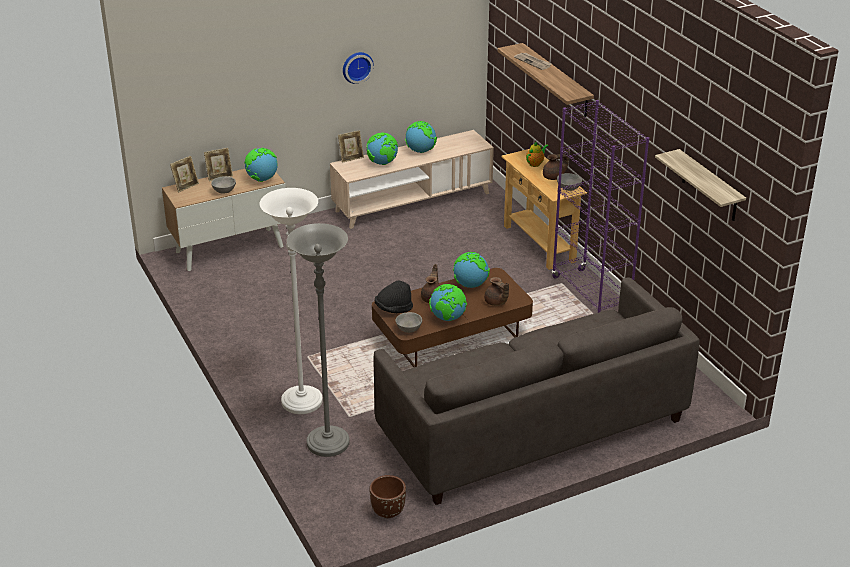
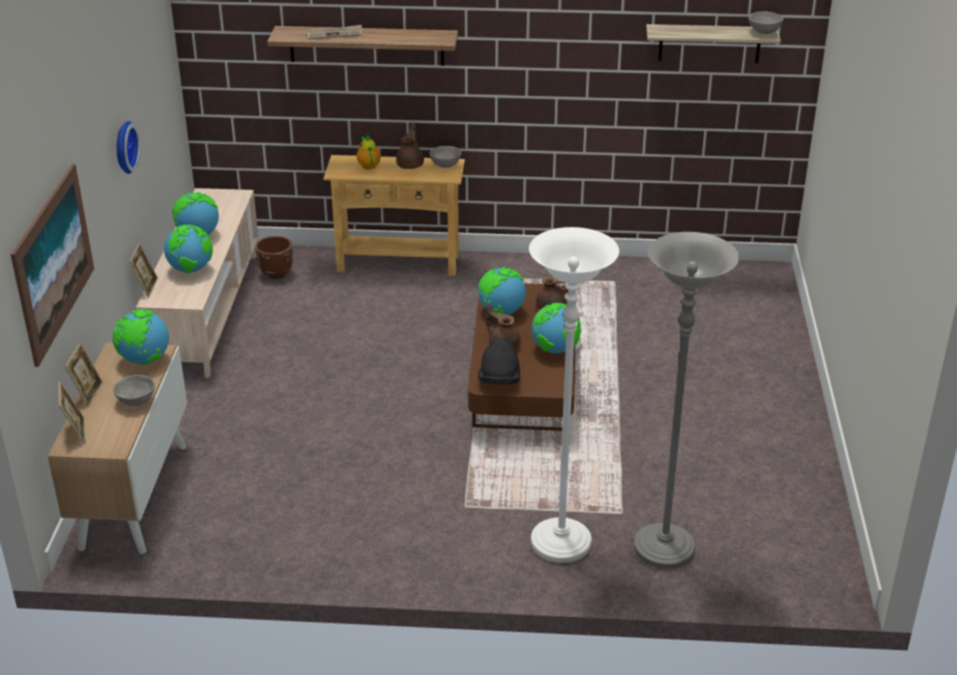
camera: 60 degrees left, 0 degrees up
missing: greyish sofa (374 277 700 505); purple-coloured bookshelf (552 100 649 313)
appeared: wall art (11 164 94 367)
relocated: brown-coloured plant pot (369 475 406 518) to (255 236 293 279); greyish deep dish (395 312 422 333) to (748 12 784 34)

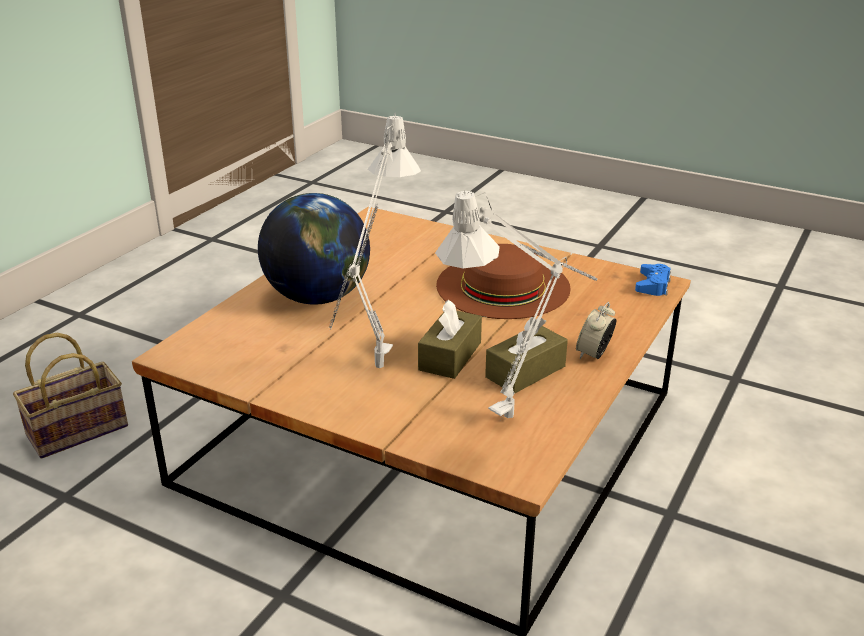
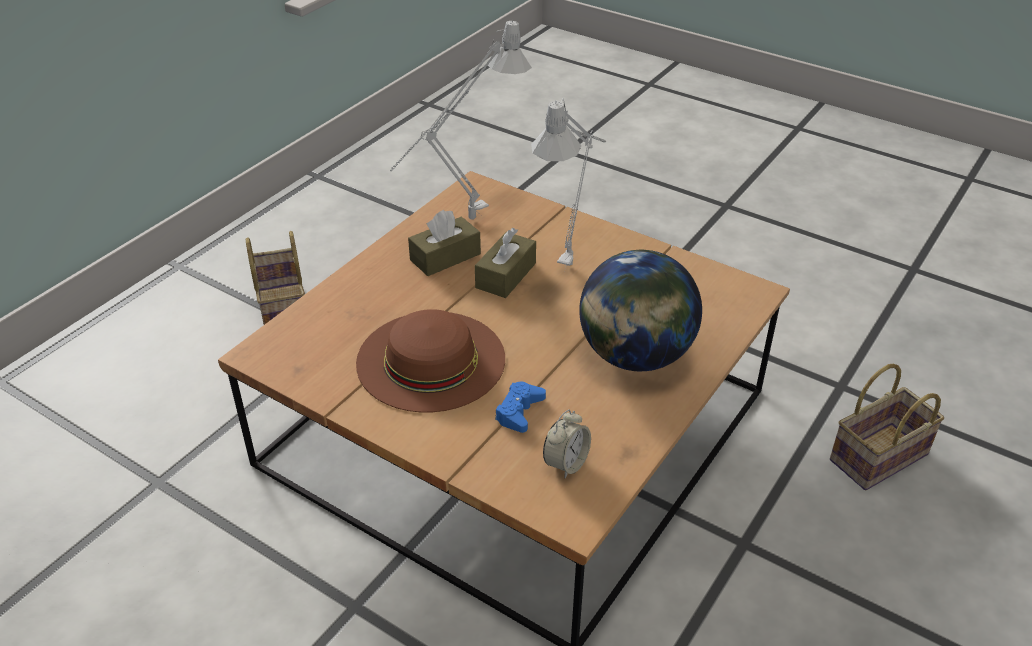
camera: 175 degrees left, 10 degrees up
appeared: household basket (246 231 305 325)
relocated: alarm clock (576 302 616 359) to (543 409 591 478); blue-coloured gamepad (635 264 671 296) to (495 382 546 433)

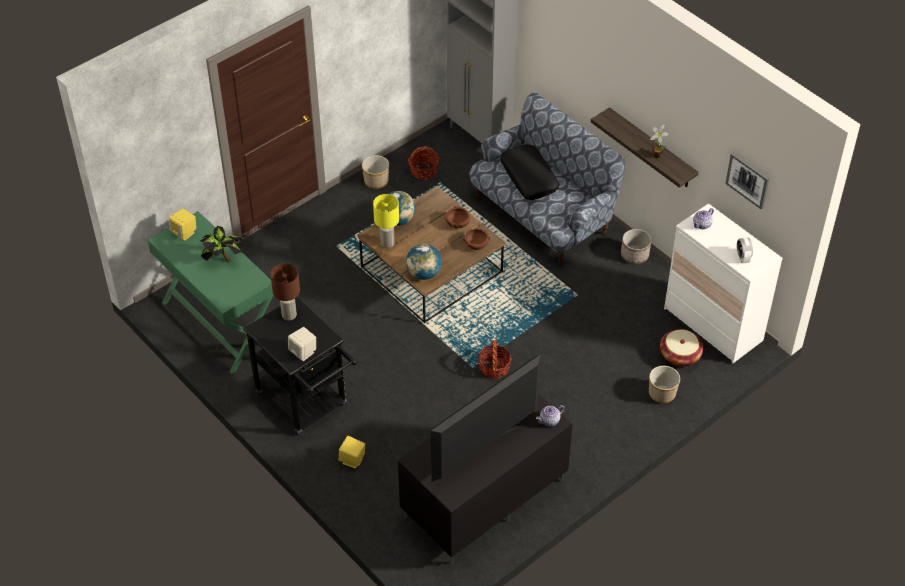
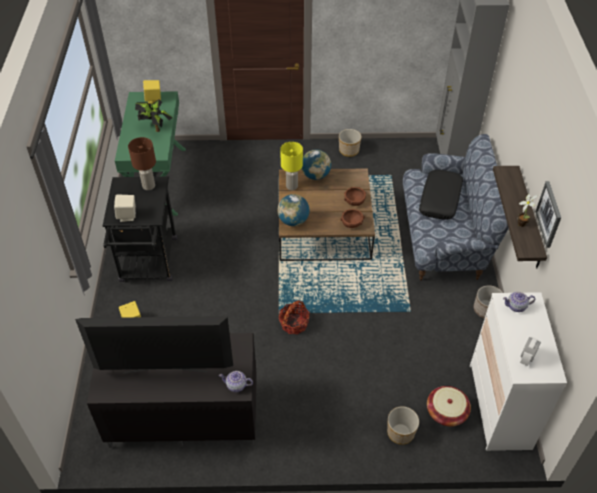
camera: 40 degrees right, 0 degrees up
missing: household basket (408 146 439 180)
relocated: wall art (725 153 769 209) to (535 181 561 248)

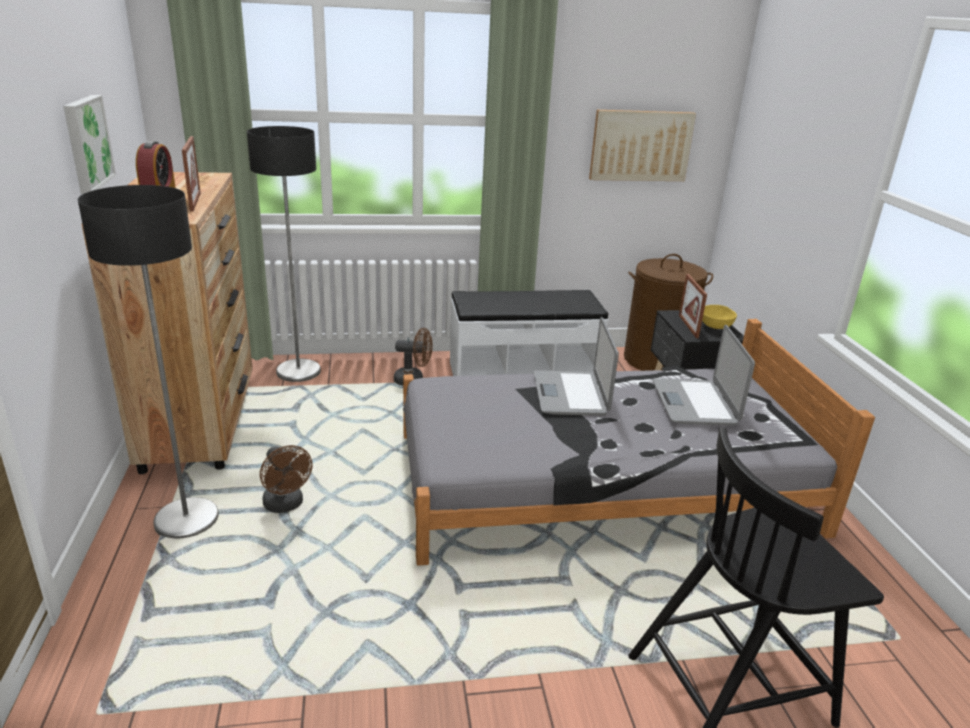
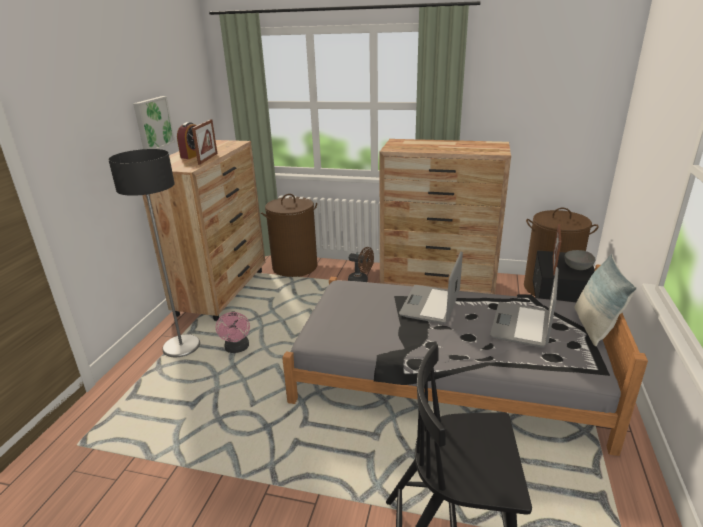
camera: 25 degrees right, 0 degrees up
missing: wall art (589 110 696 181)
appeared: cushion (575 254 637 346)
exchanged: standing lamp (247 126 321 382) to brown-coloured laundry basket (261 194 317 277); white-coloured long seat (450 290 608 376) to brown-coloured drawer chest (379 139 511 294)
colour: brown-coloured cooling fan (260 445 312 513) to pink cooling fan (216 312 250 353); yellowish deep dish (702 305 737 329) to greyish deep dish (565 250 596 270)

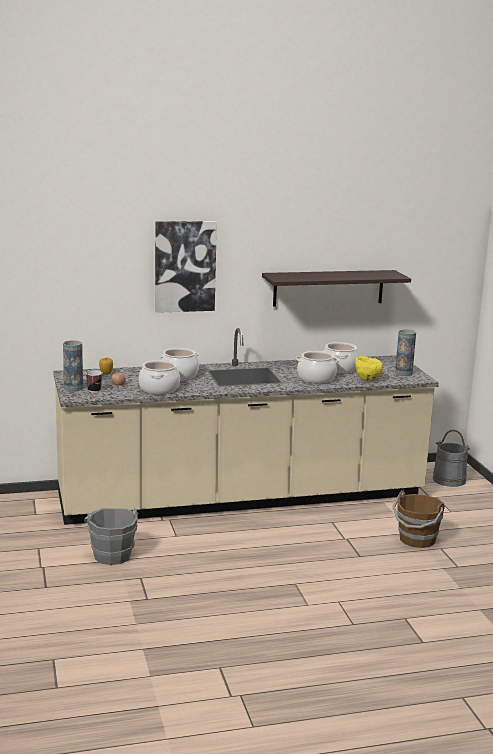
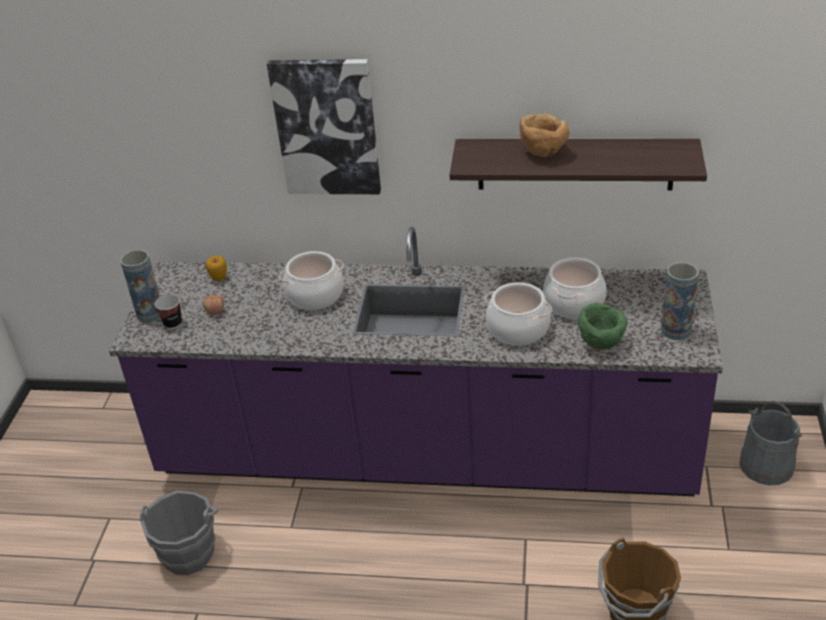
camera: 25 degrees right, 20 degrees up
missing: cooking pot (139 360 180 395)
appeared: brown-coloured deep dish (520 113 569 157)
colour: sand-coloured counter (53 328 439 525) to purple-coloured counter (109 227 723 496); yellowish deep dish (355 356 382 381) to green deep dish (578 303 627 350)

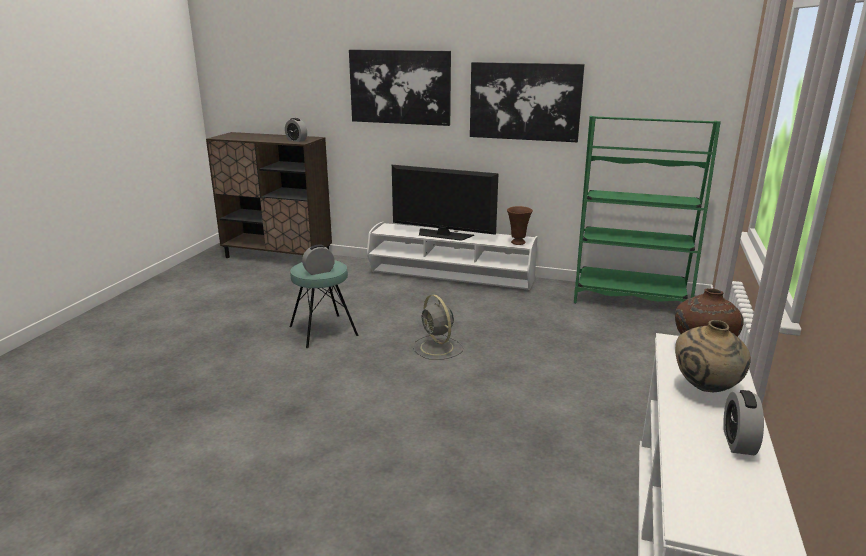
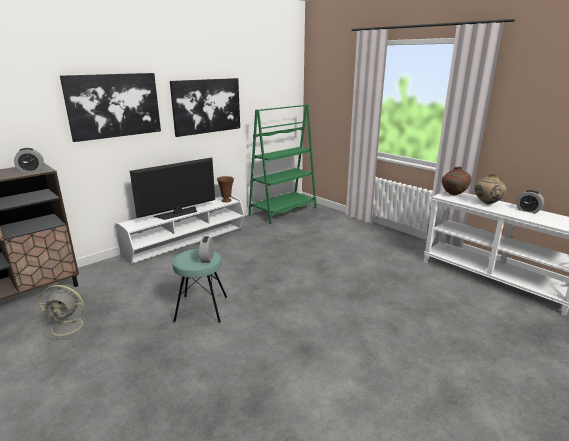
camera: 60 degrees left, 0 degrees up
relocated: greyish cooling fan (413 295 463 360) to (39 285 92 340)

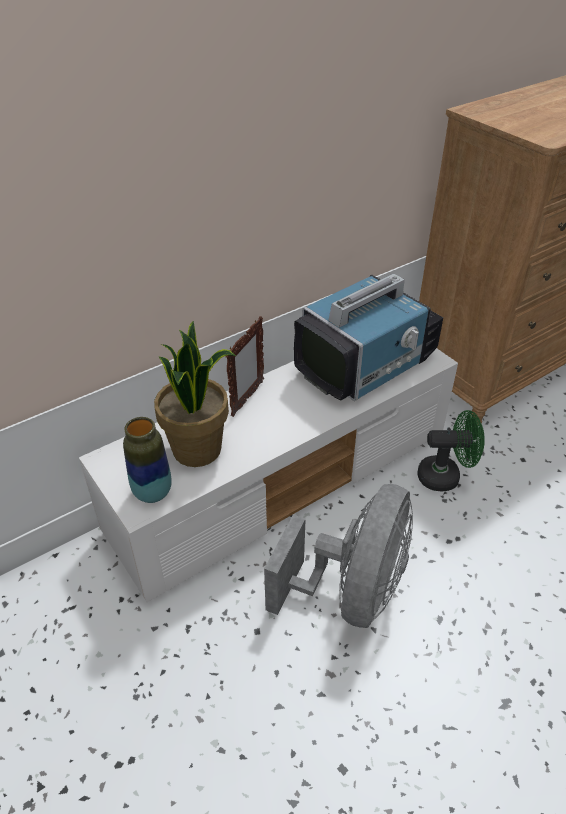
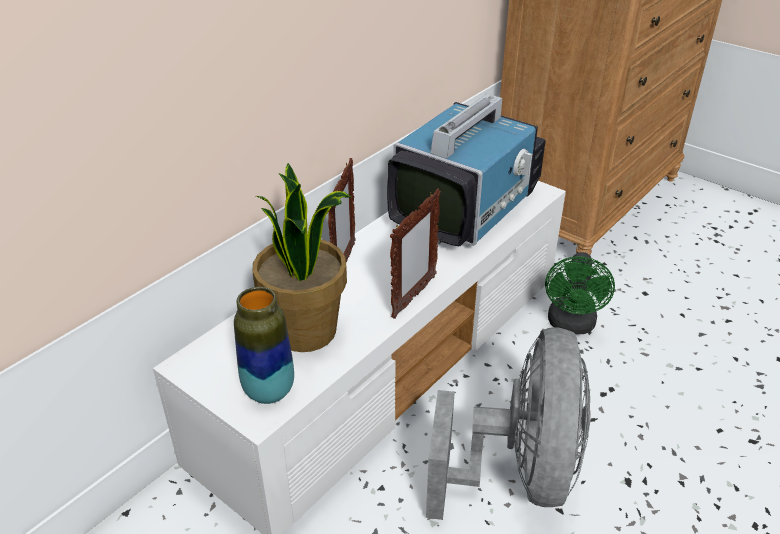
camera: 15 degrees left, 5 degrees down
appeared: picture frame (390 188 441 319)
spun: green cooling fan (417 410 485 491) = (545 252 615 334) 120 degrees clockwise

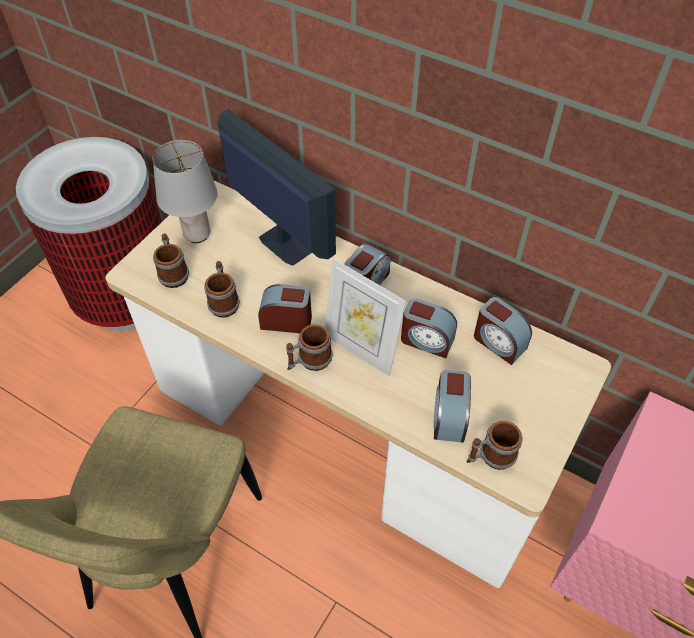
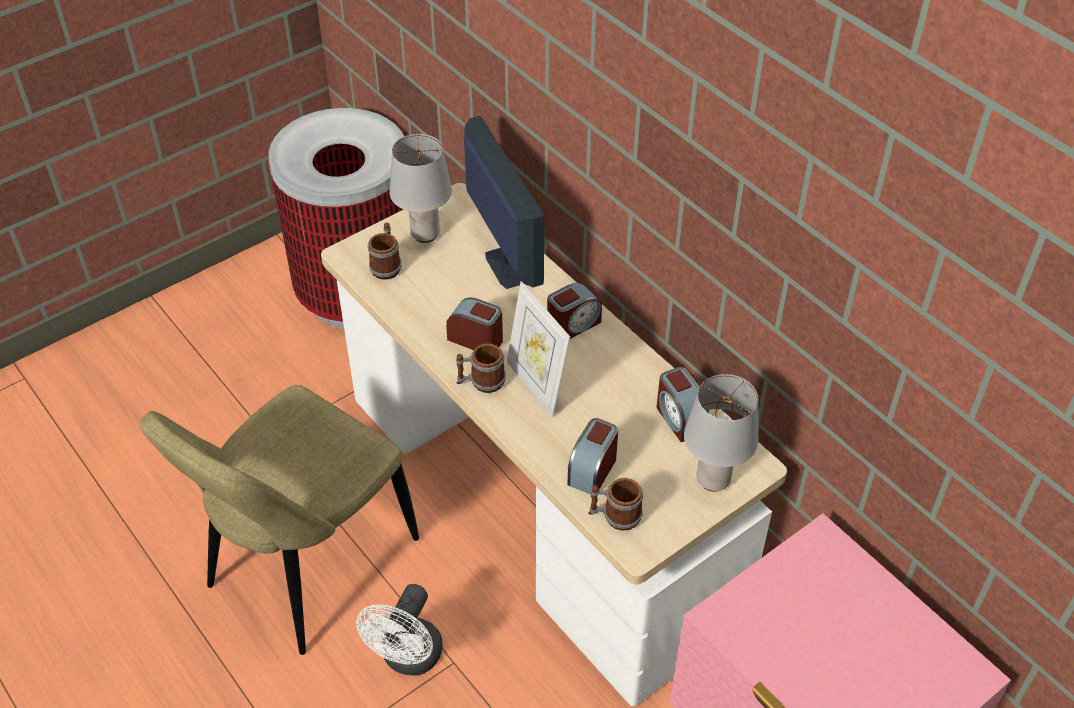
camera: 20 degrees right, 5 degrees down
missing: coffee mug (204 261 240 318); alarm clock (401 298 457 358)
appeared: white-coloured cooling fan (356 584 443 675); greyish tabletop lamp (684 374 759 492)

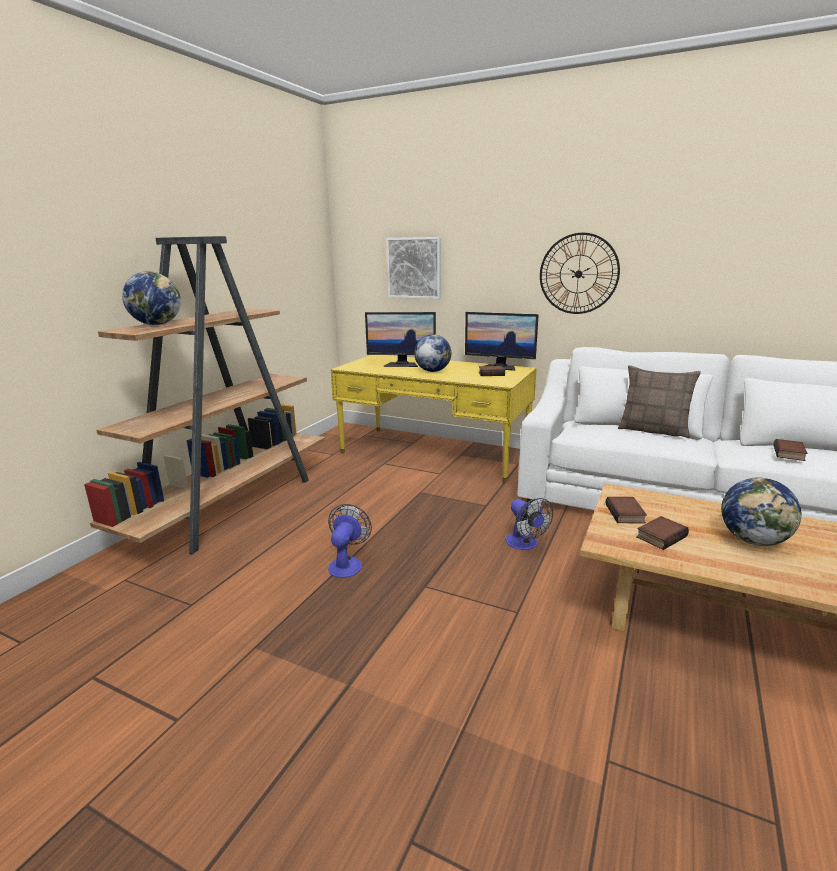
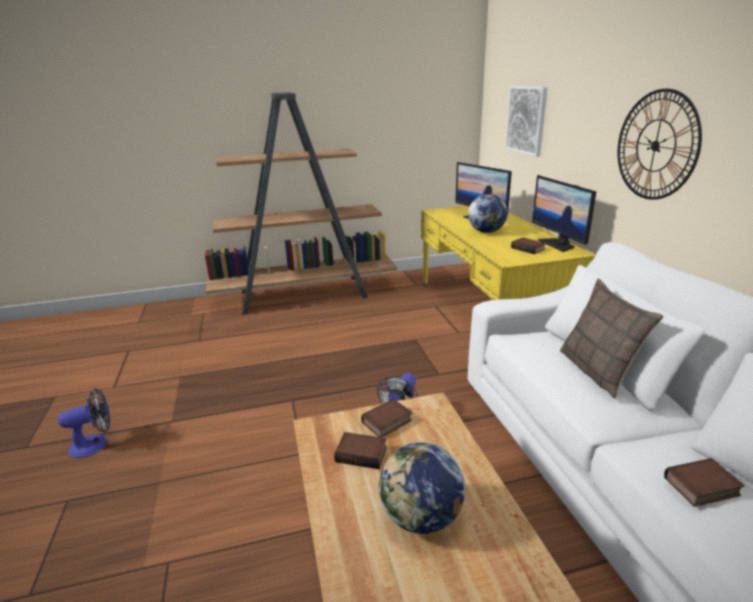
camera: 50 degrees right, 5 degrees up
missing: desk globe (122 271 181 325)
relocated: cooling fan (328 504 372 578) to (58 388 110 458)

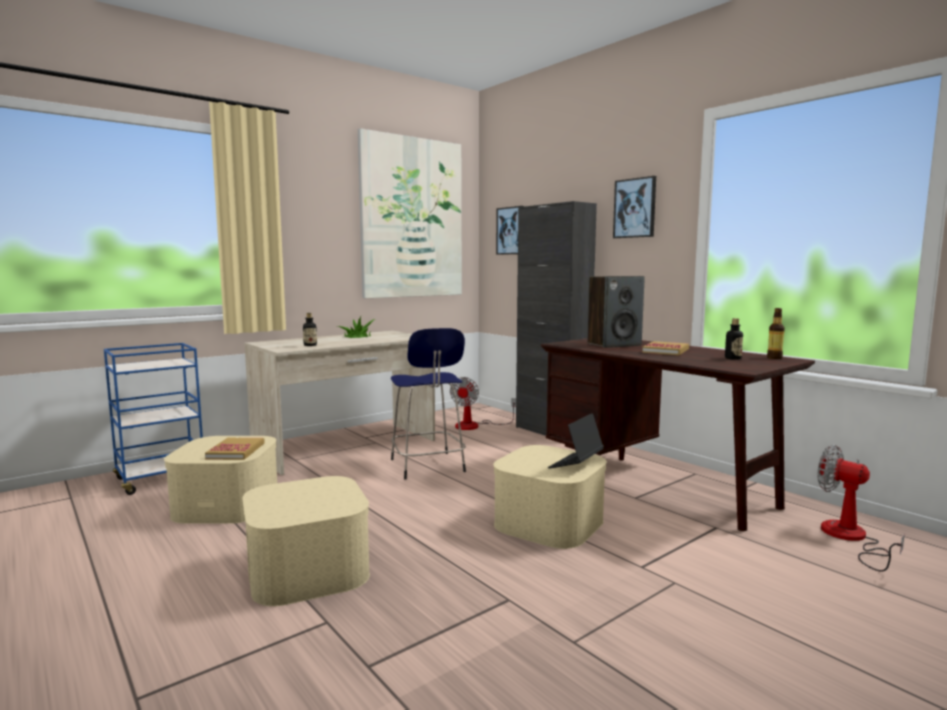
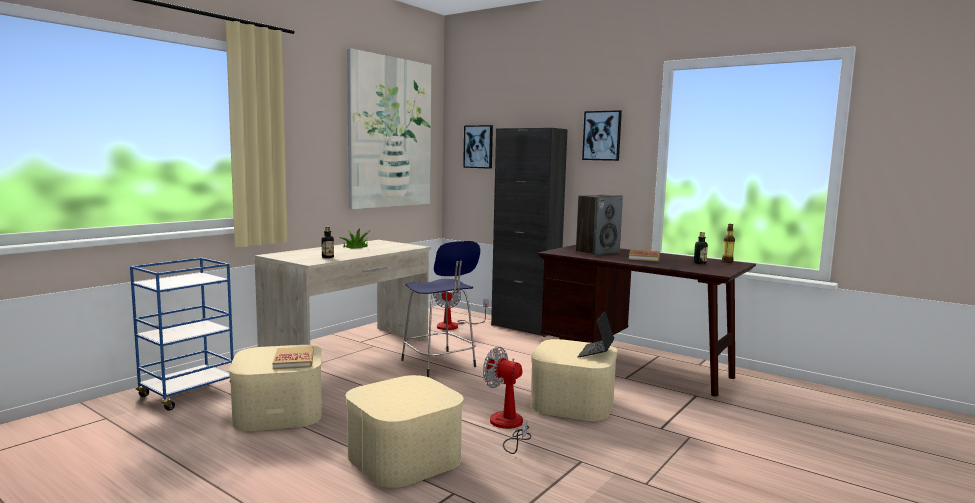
camera: 15 degrees left, 0 degrees up
relocated: cooling fan (818 445 905 572) to (483 347 531 454)

